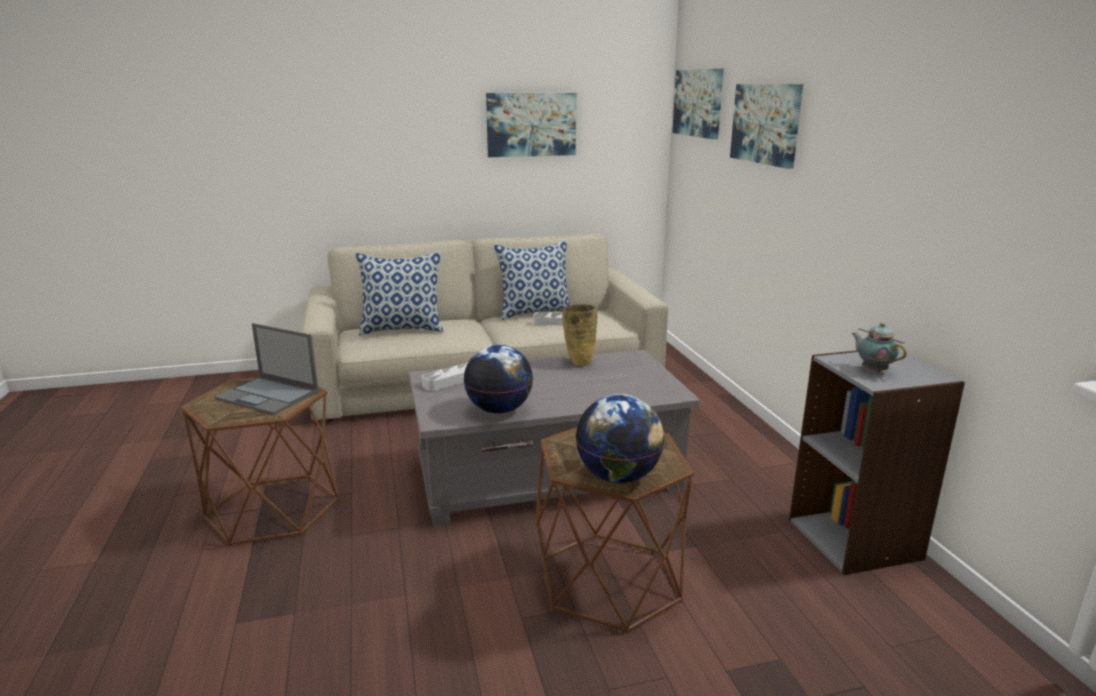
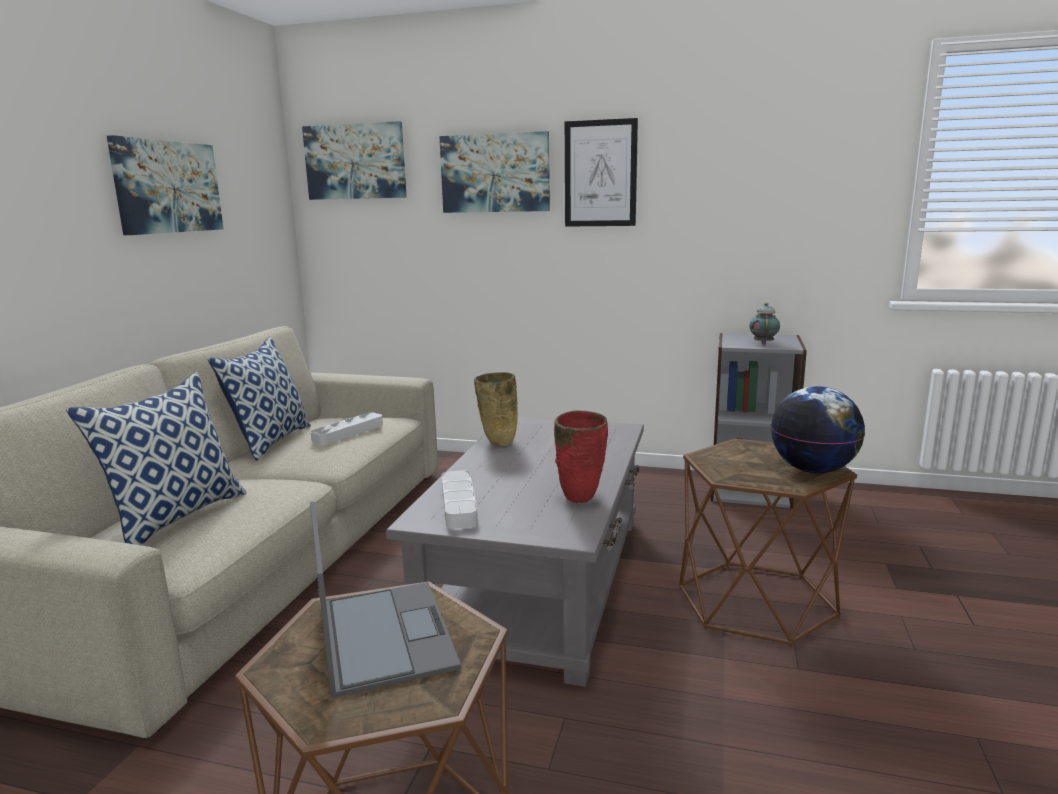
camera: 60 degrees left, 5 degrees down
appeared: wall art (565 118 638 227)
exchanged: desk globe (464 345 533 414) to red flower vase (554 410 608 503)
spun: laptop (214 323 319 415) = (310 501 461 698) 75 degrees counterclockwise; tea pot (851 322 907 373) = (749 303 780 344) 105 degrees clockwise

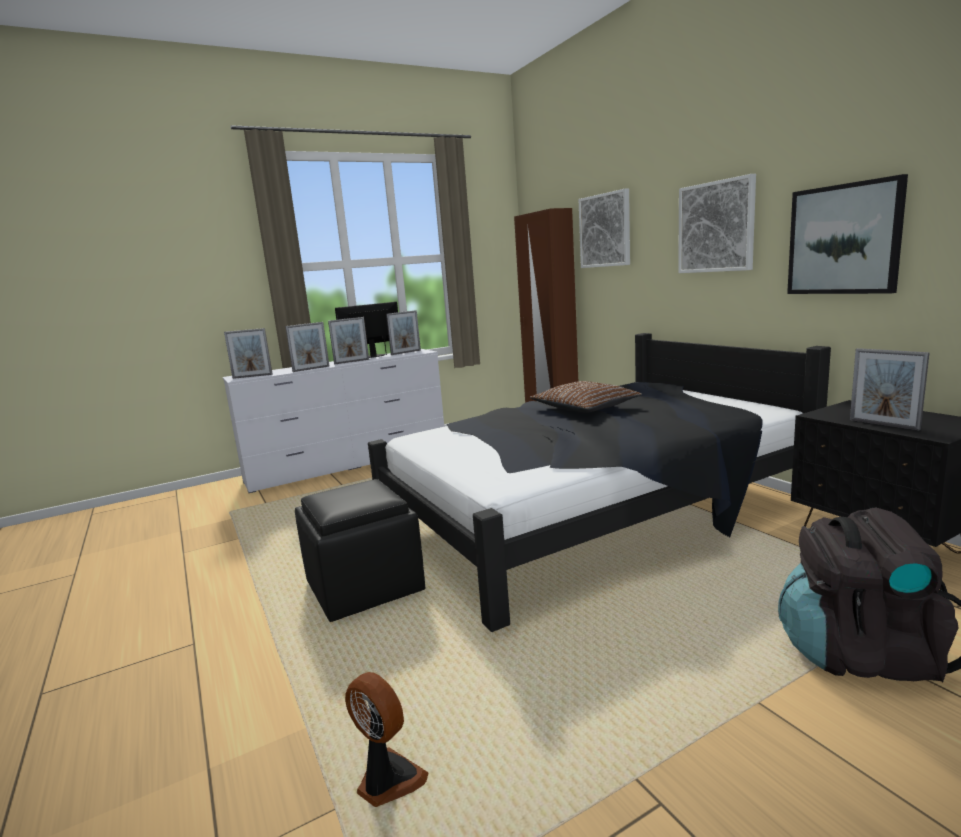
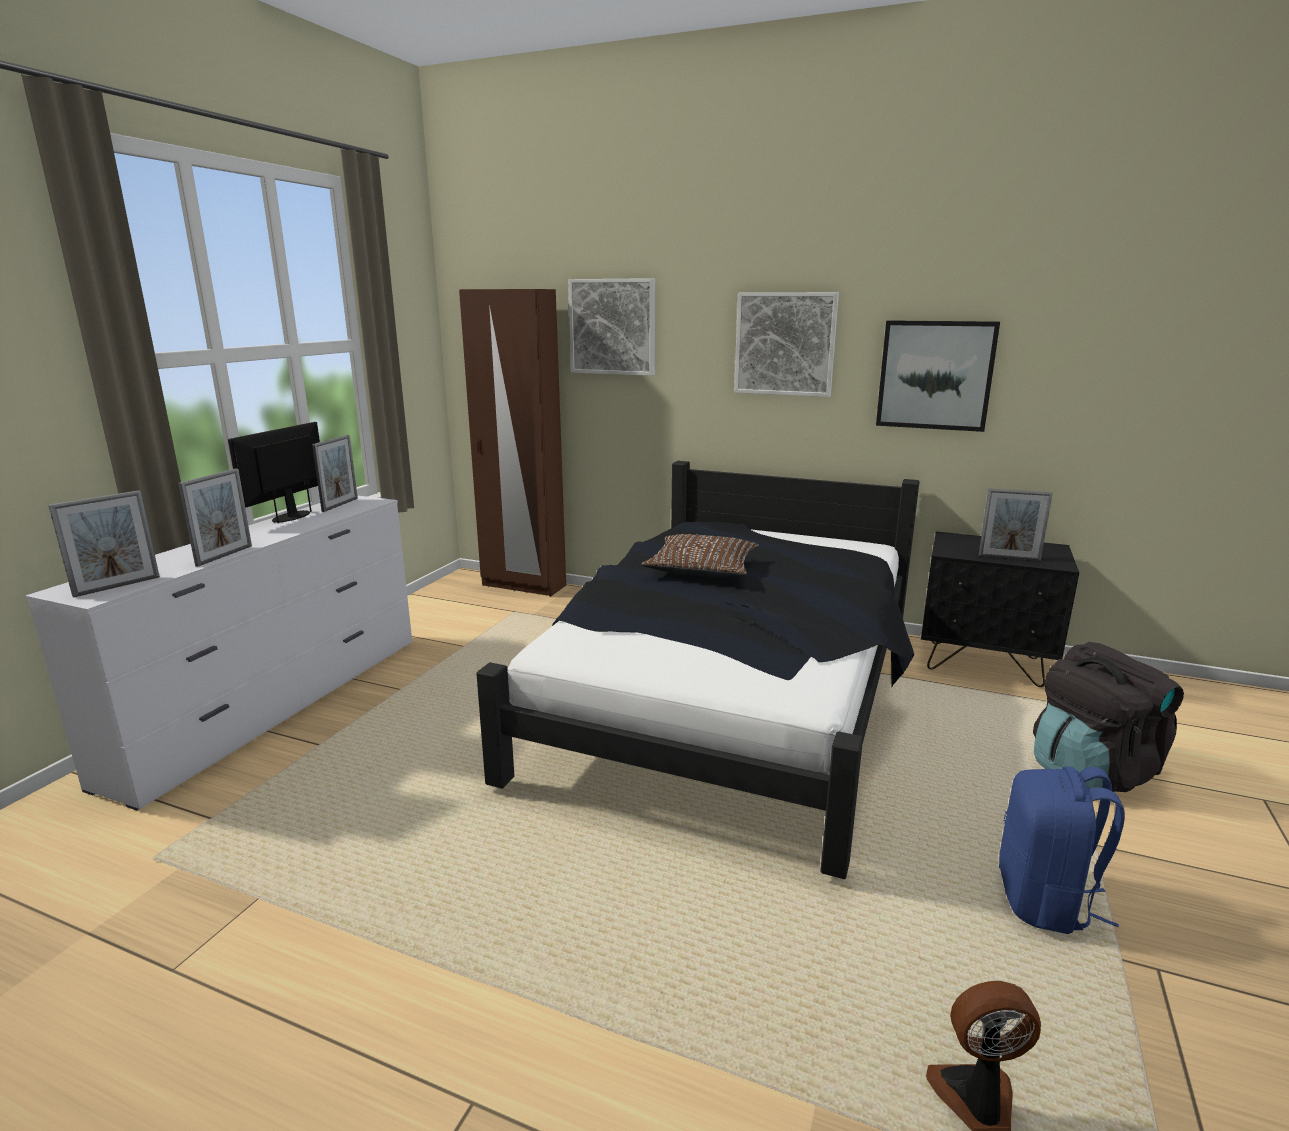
camera: 40 degrees left, 5 degrees up
missing: blackish pouffe (295 479 425 622); picture frame (328 317 369 364)
appeared: blue-coloured backpack (999 767 1125 934)

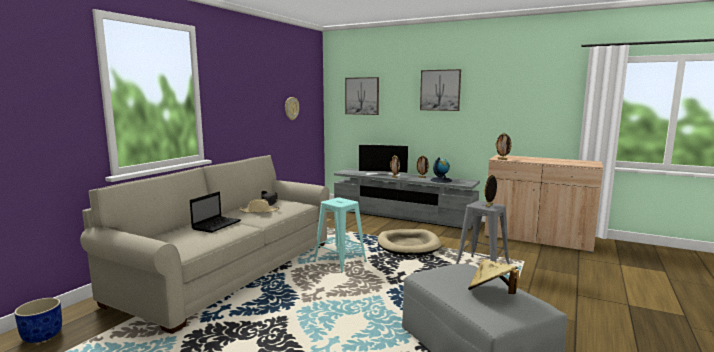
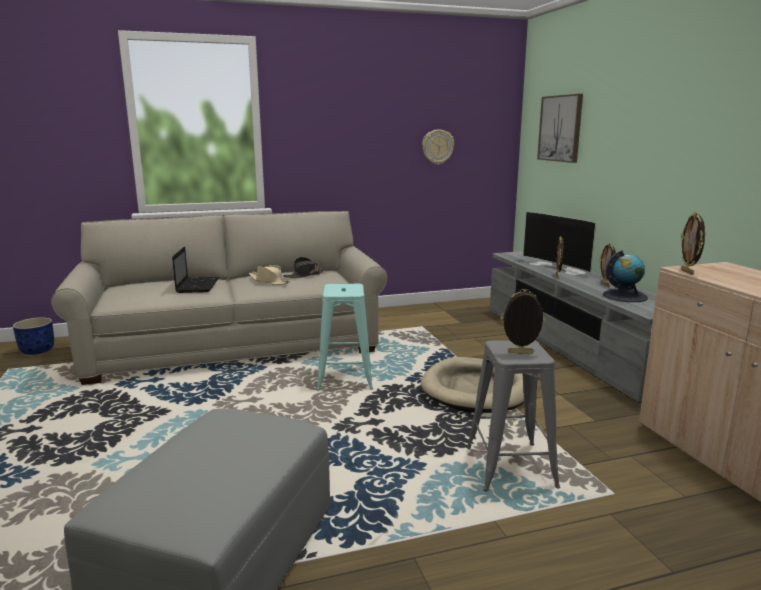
camera: 45 degrees right, 5 degrees up
missing: wall art (420 69 461 111); sand-coloured wearable hat (468 259 519 294)
spun: laptop (190 192 241 233) = (172 247 219 293) 75 degrees counterclockwise

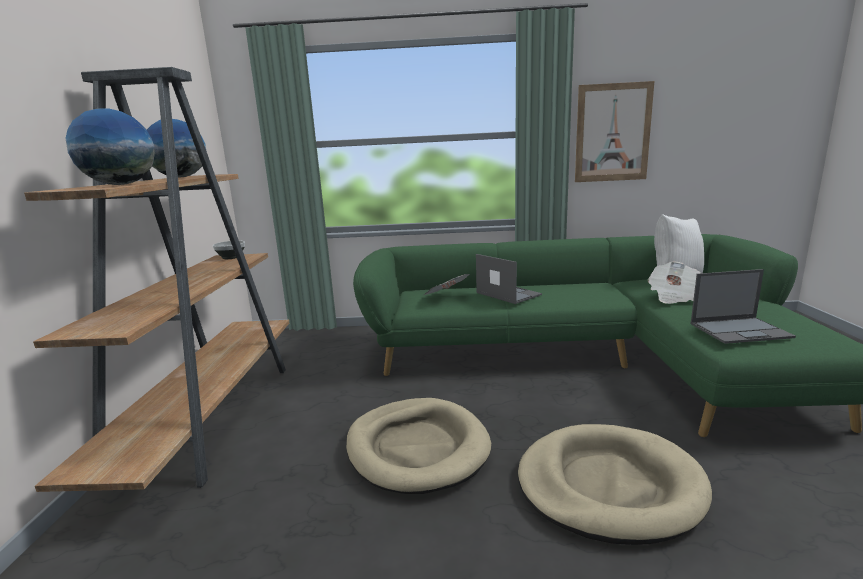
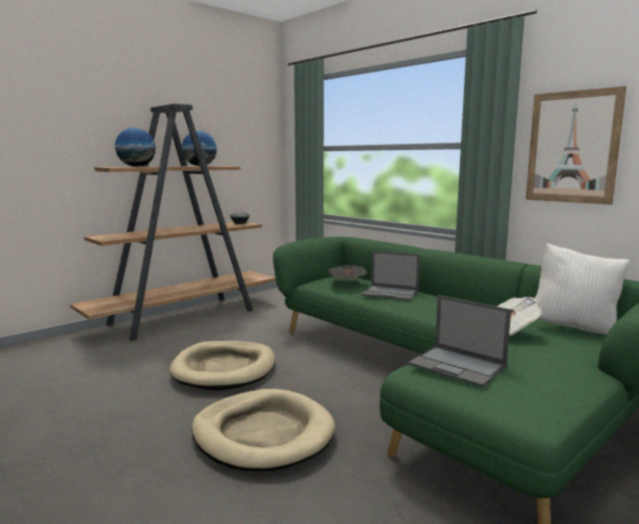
camera: 45 degrees right, 5 degrees down
spun: laptop (476 254 542 304) = (361 251 420 301) 105 degrees clockwise

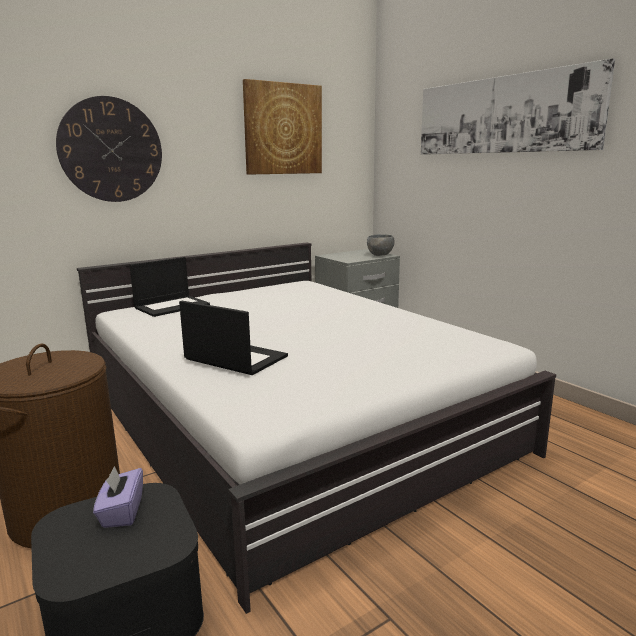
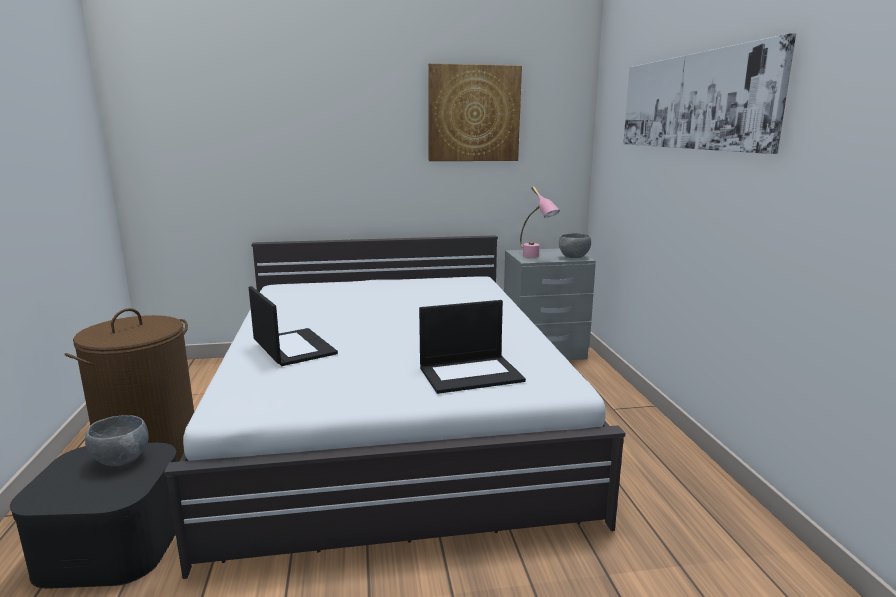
camera: 25 degrees right, 0 degrees up
missing: hanging clock (56 96 162 202)
appeared: pink tabletop lamp (520 186 560 258)
relocated: laptop (130 257 210 317) to (419 300 526 394)
exchanged: purple-coloured box of tissues (93 466 143 528) to greyish deep dish (85 415 149 466)

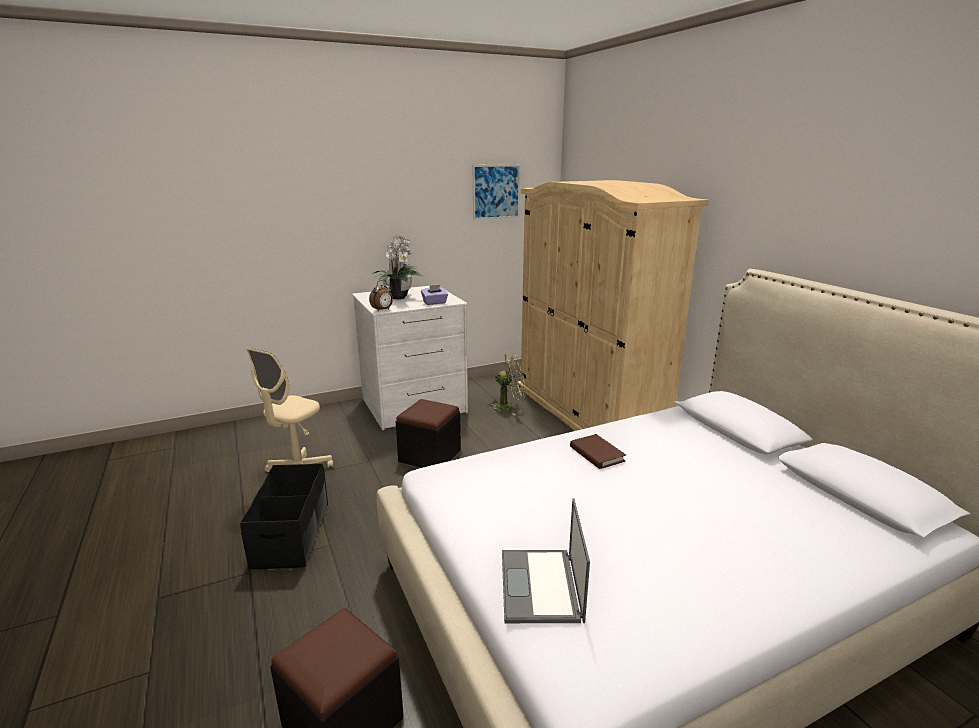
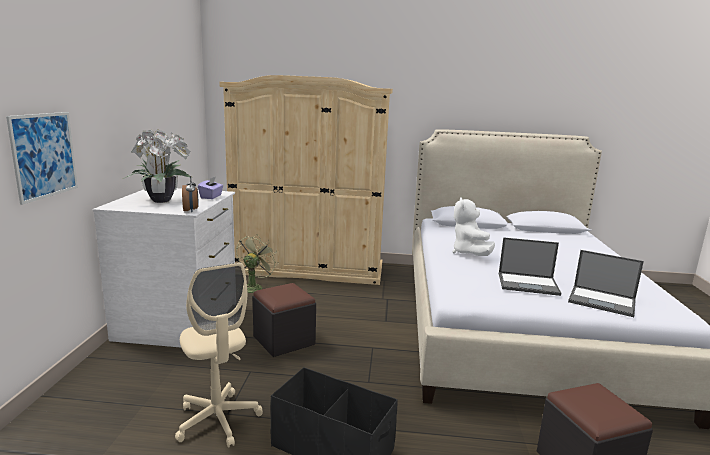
camera: 60 degrees left, 5 degrees down
appeared: laptop (499 237 561 296)
relocated: wall art (473 164 520 220) to (6 112 78 205)
exchanged: brown-coloured book (570 434 626 469) to white-coloured cuddly toy (453 197 495 256)

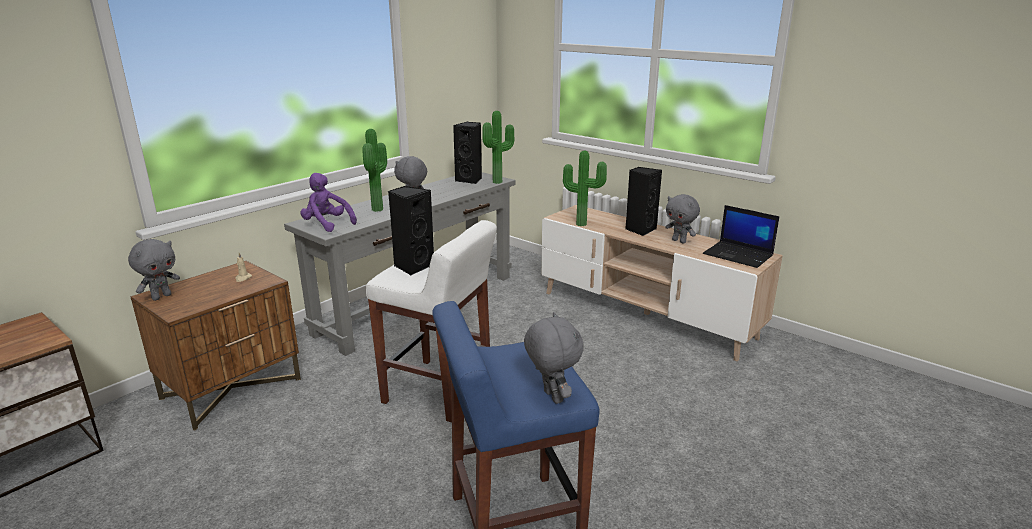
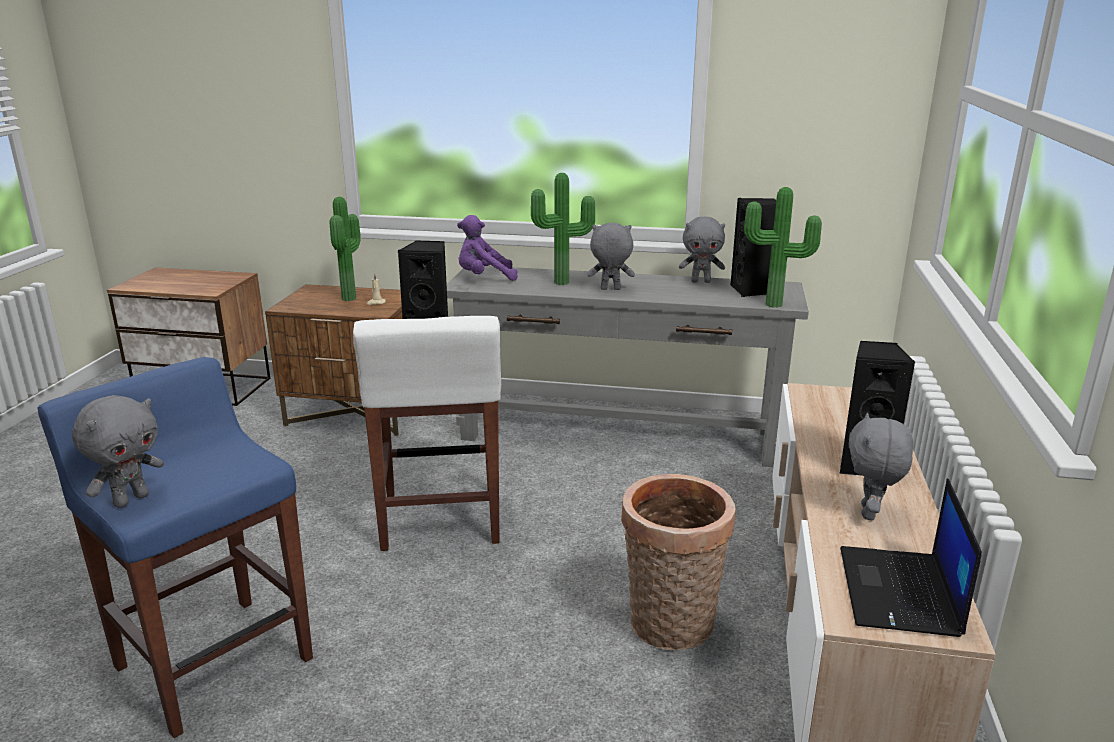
camera: 60 degrees right, 0 degrees up
appeared: household basket (621 474 736 650)
relocated: greyish cuddly toy (128 239 180 301) to (679 216 725 283); houseplant (563 151 607 226) to (330 197 361 301)
spun: purple-coloured cuddly toy (300 173 357 232) = (457 215 518 281) 105 degrees counterclockwise

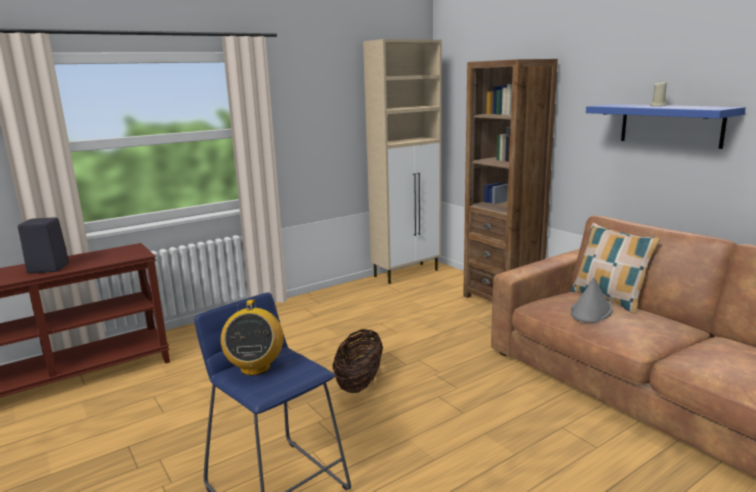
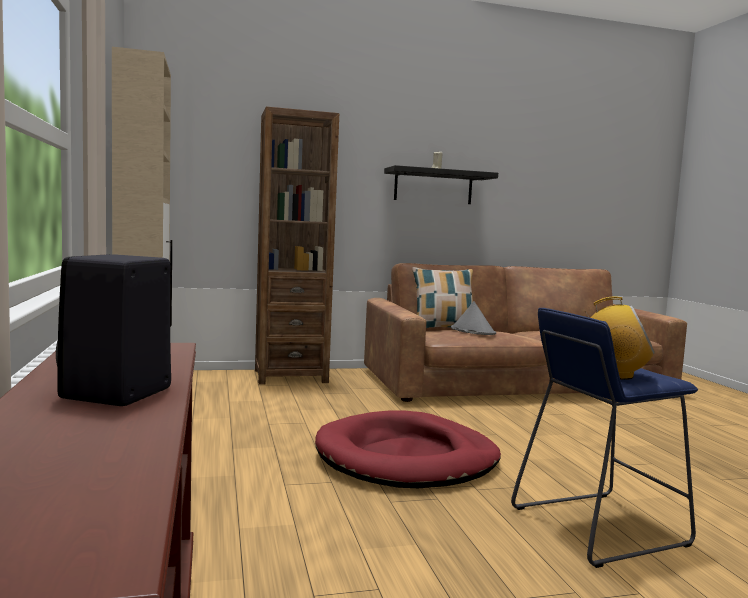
camera: 70 degrees left, 10 degrees down
exchanged: household basket (332 329 383 393) to red dog cushion (315 410 501 488)
colour: blue-coloured shelf (586 104 746 149) to blackish shelf (384 165 498 204)

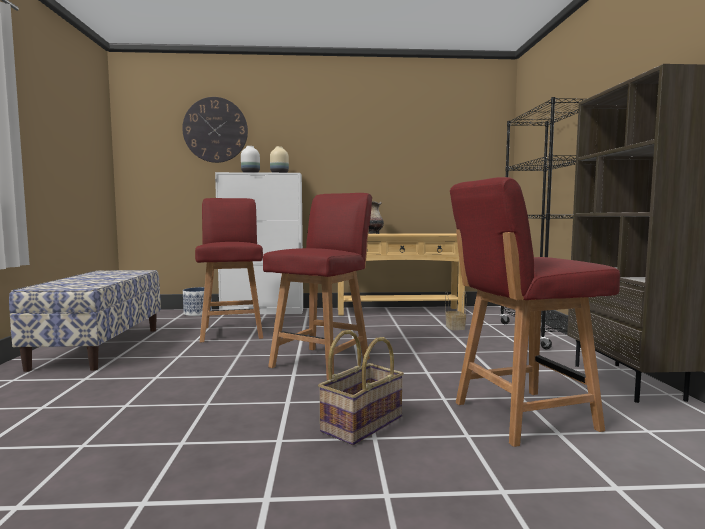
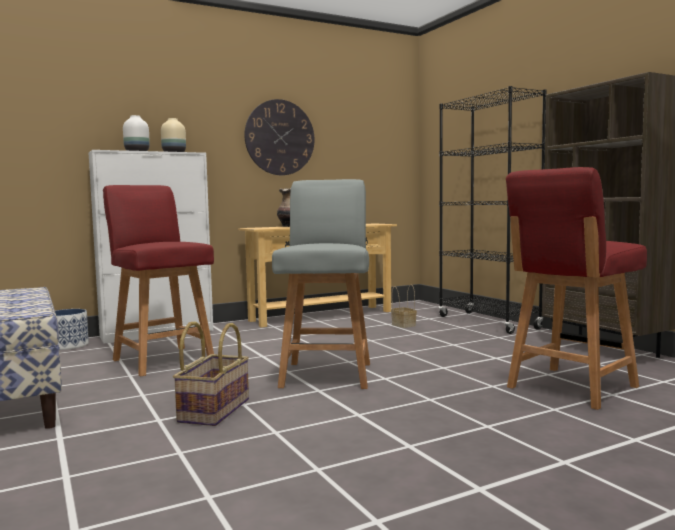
camera: 25 degrees left, 0 degrees up
relocated: hanging clock (182 97 248 163) to (244 99 315 175); household basket (318 330 404 445) to (173 321 249 426)
colour: red chair (263 193 372 380) to greyish chair (272 179 370 389)

